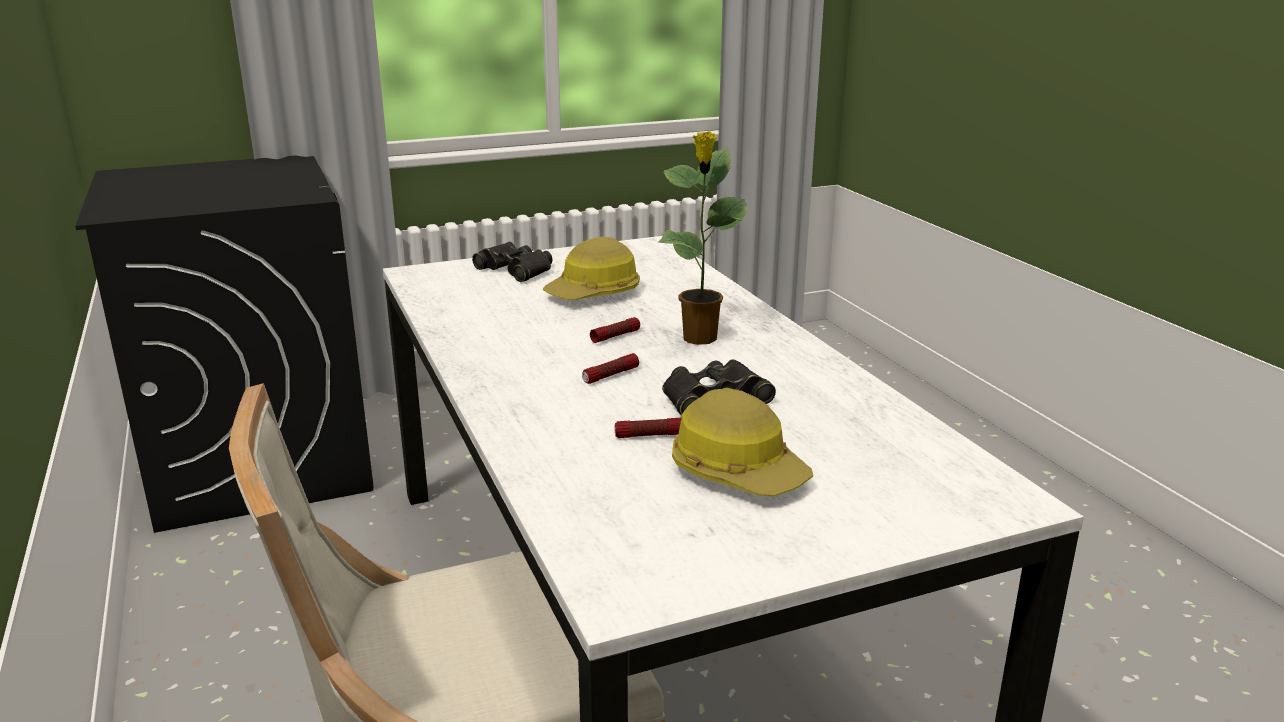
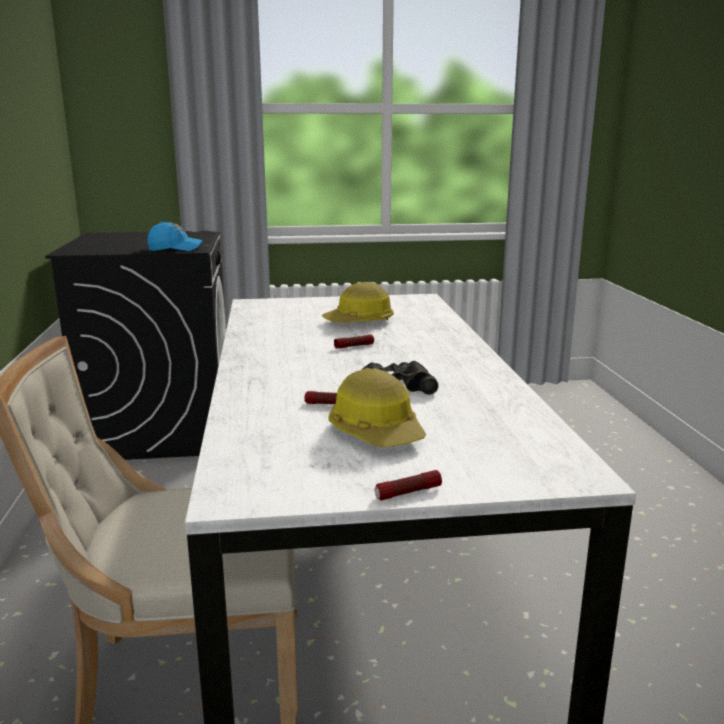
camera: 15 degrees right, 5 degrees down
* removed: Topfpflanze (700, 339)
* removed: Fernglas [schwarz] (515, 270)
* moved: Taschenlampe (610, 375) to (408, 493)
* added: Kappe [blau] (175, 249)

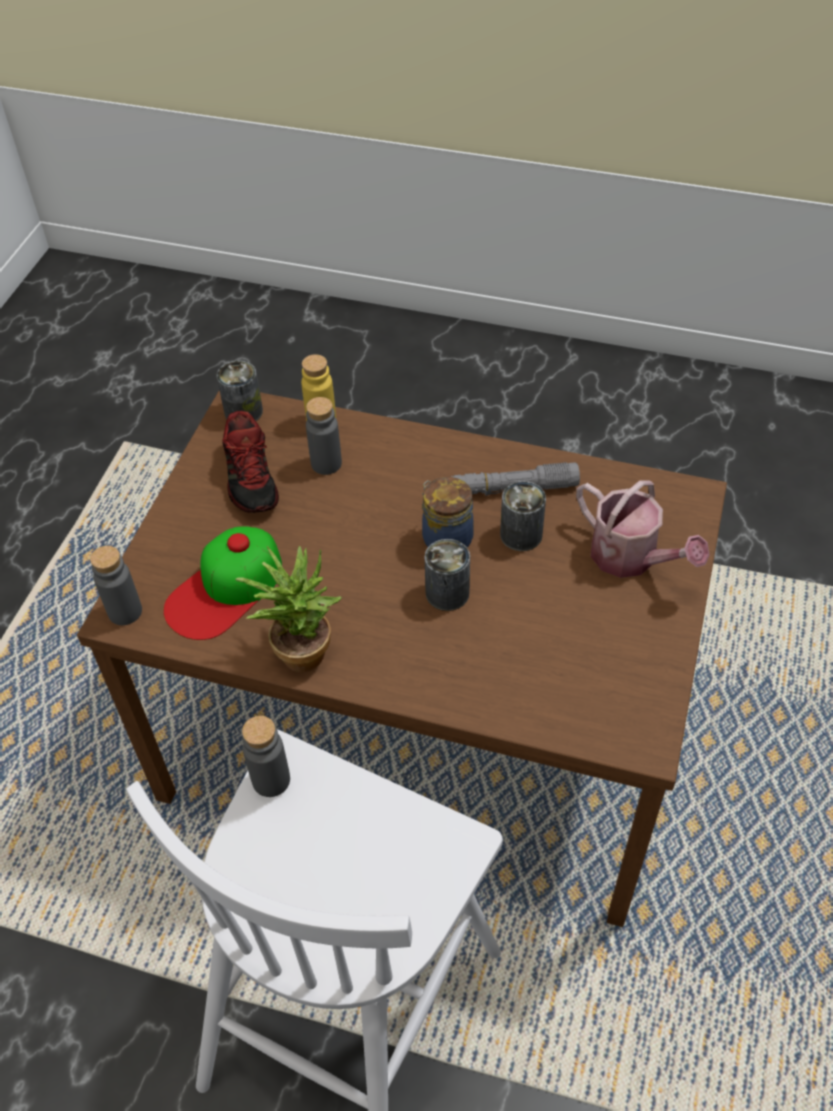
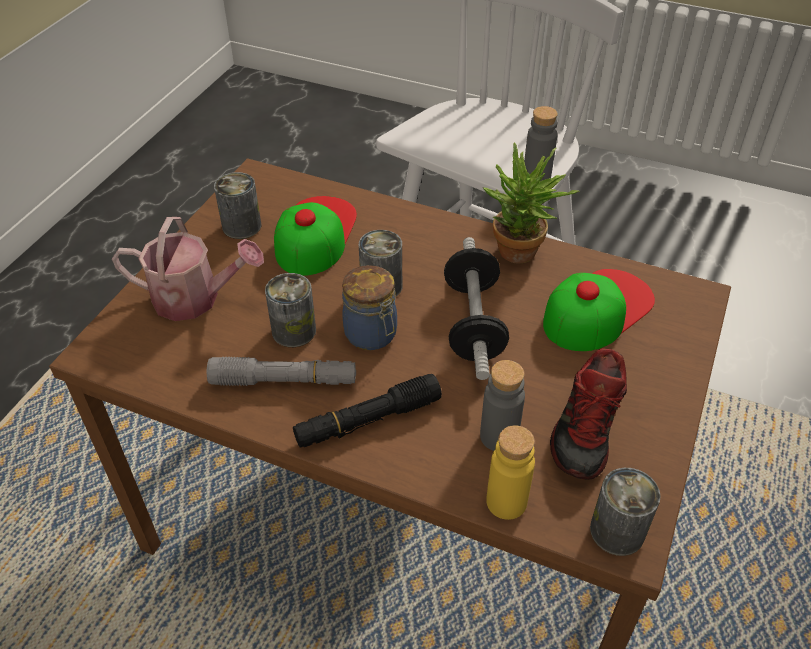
camera: 175 degrees left, 5 degrees down
* turned: Schuh (252, 477) = (589, 428) 150 degrees counterclockwise
* turned: Gießkanne (631, 558) = (195, 298) 135 degrees clockwise
* removed: Flasche [grau] (125, 611)
* added: Dose (242, 226)
* added: Kappe (315, 234)
* added: Hantel (473, 323)
* added: Taschenlampe [schwarz] (367, 420)

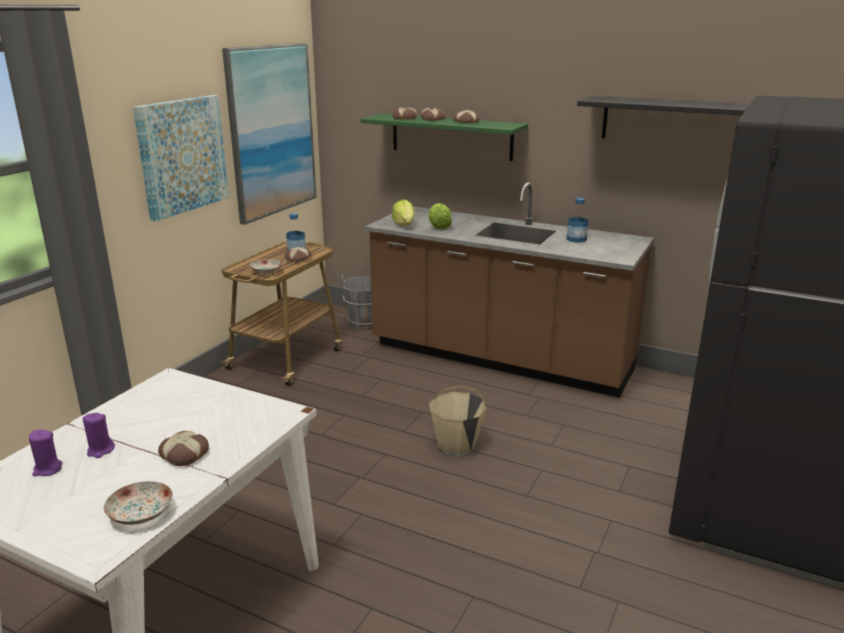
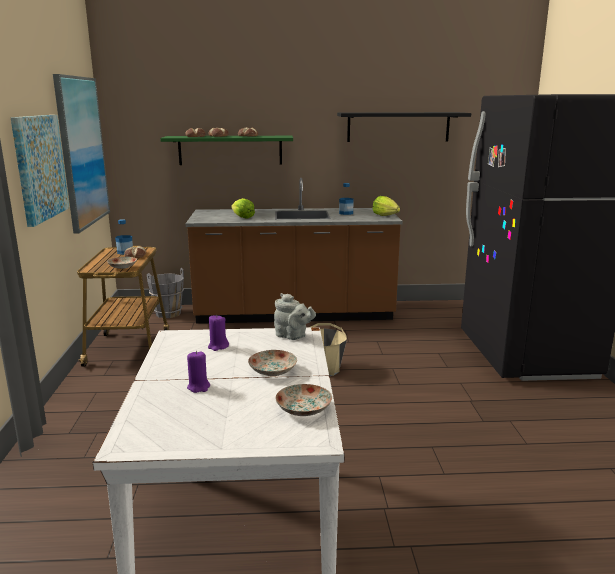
camera: 30 degrees left, 5 degrees down
* moved: Salatkopf (404, 225) to (385, 215)
* moved: Kerze [lila] (47, 469) to (218, 346)
* replaced: Brot (185, 453) to Teller (272, 371)
* added: Teekanne [grau] (293, 336)

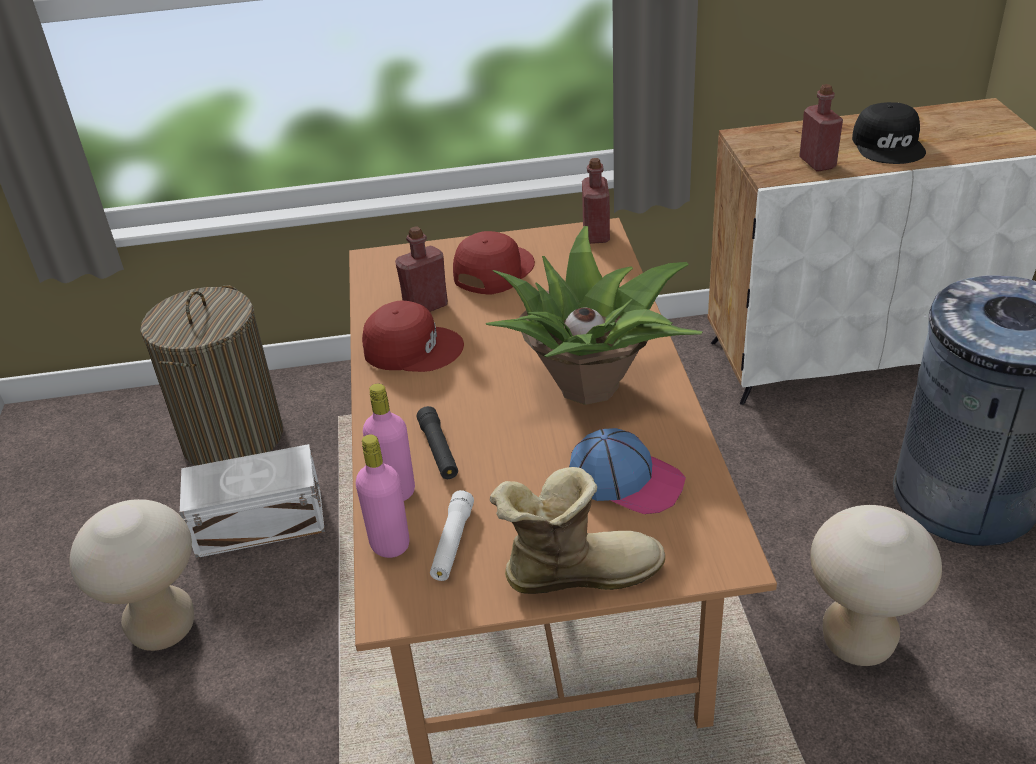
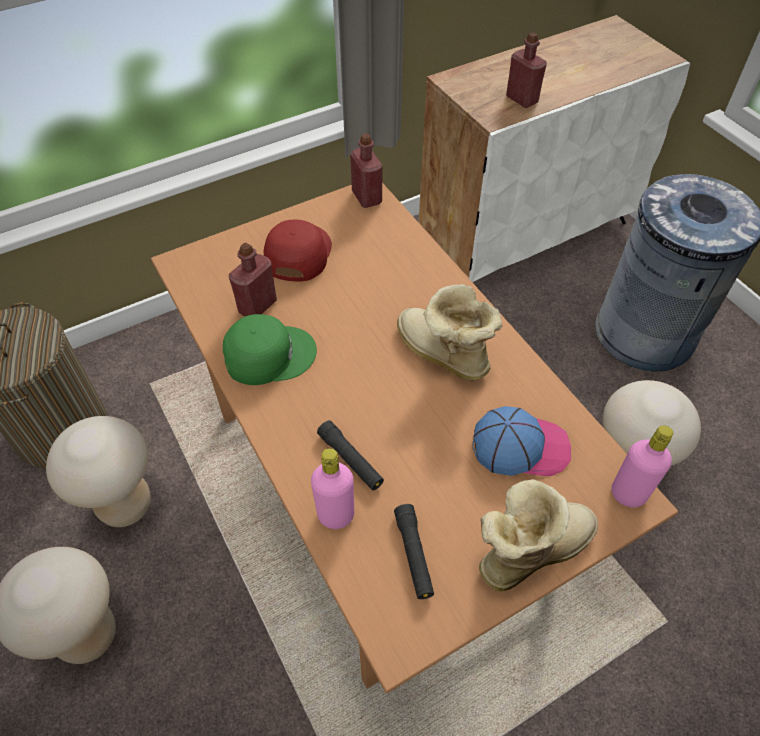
camera: 25 degrees left, 15 degrees up
* removed: Kappe [schwarz] (889, 145)
* replaced: Topfpflanze (591, 384) to Stiefel (442, 355)
* recoloured: Kappe [rot] (412, 347) to Kappe [grün] (269, 354)
* moved: Flasche [rosa] (390, 544) to (628, 494)
* replaced: Aufbewahrungsbox [weiß] (258, 521) to Hocker [beige] (125, 505)
* recoloured: Taschenlampe [weiß] (452, 543) to Taschenlampe [schwarz] (414, 555)

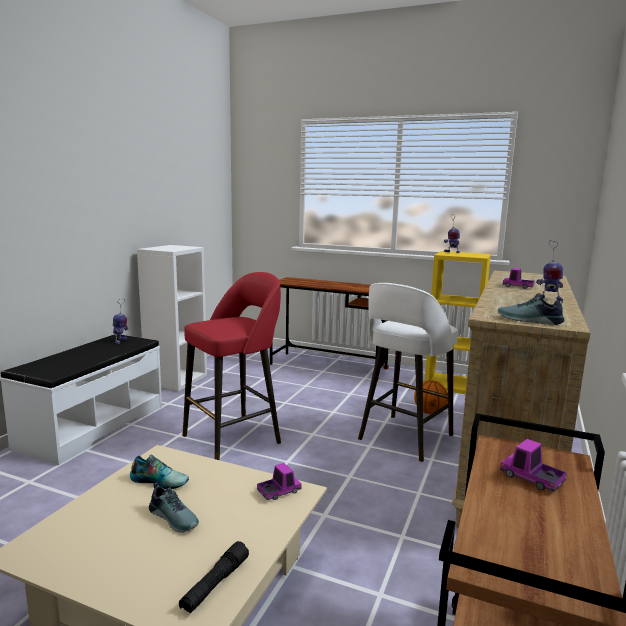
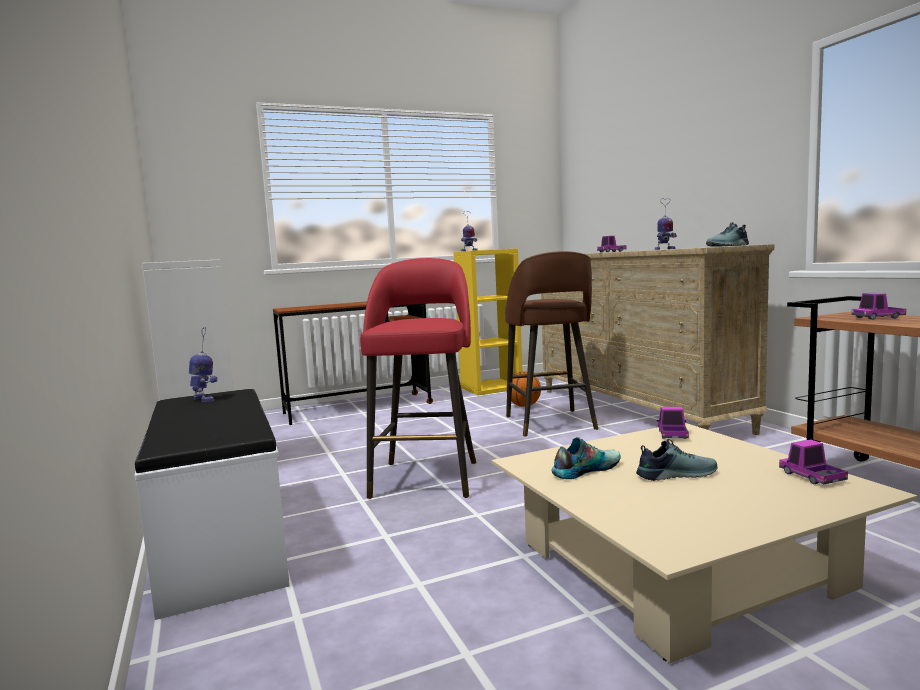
camera: 45 degrees left, 5 degrees down
* recoloured: Hocker [weiß] (404, 438) to Hocker [braun] (550, 423)
* replaced: Taschenlampe [schwarz] (215, 584) to Spielzeuglaster (812, 477)

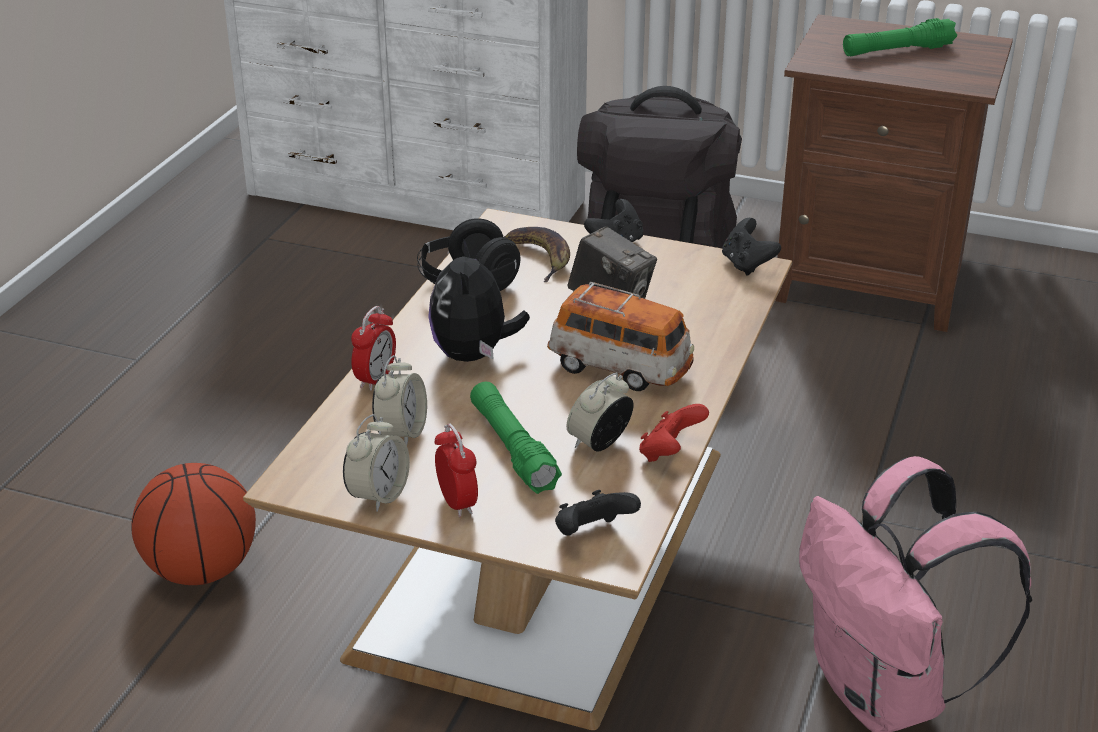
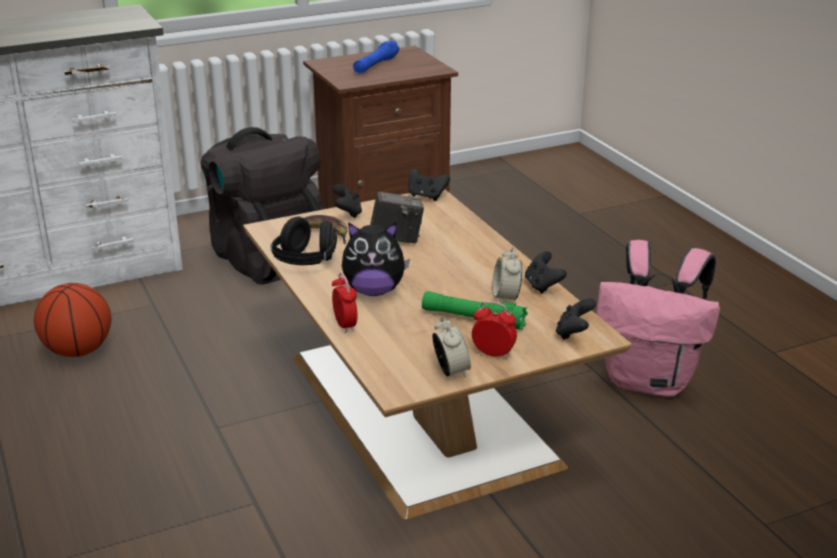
camera: 45 degrees left, 5 degrees down
* recoloured: Taschenlampe [grün] (897, 51) to Taschenlampe [blau] (376, 65)
* turned: Plüschtier (474, 355) = (374, 291) 45 degrees counterclockwise
* removed: Spielzeugauto (620, 368)
* removed: Wecker (401, 432)
* recoloured: Gamepad [rot] (670, 453) to Gamepad [schwarz] (542, 286)
* moved: Basketball (202, 570) to (78, 351)

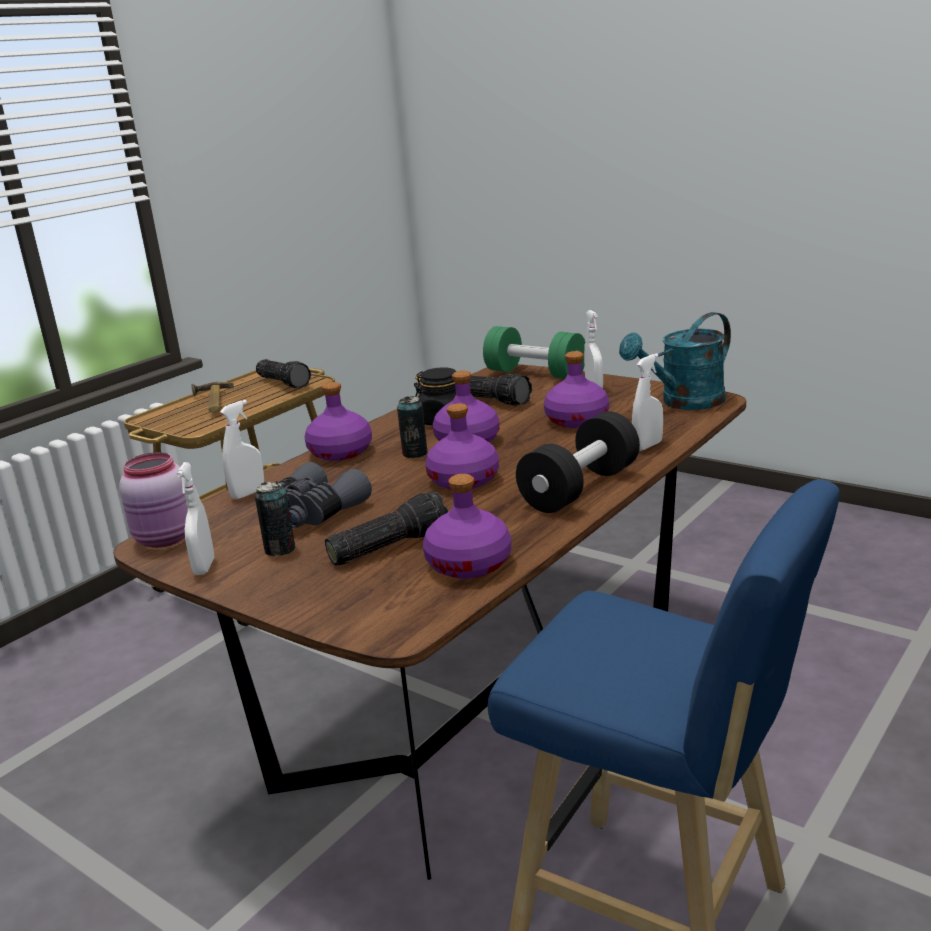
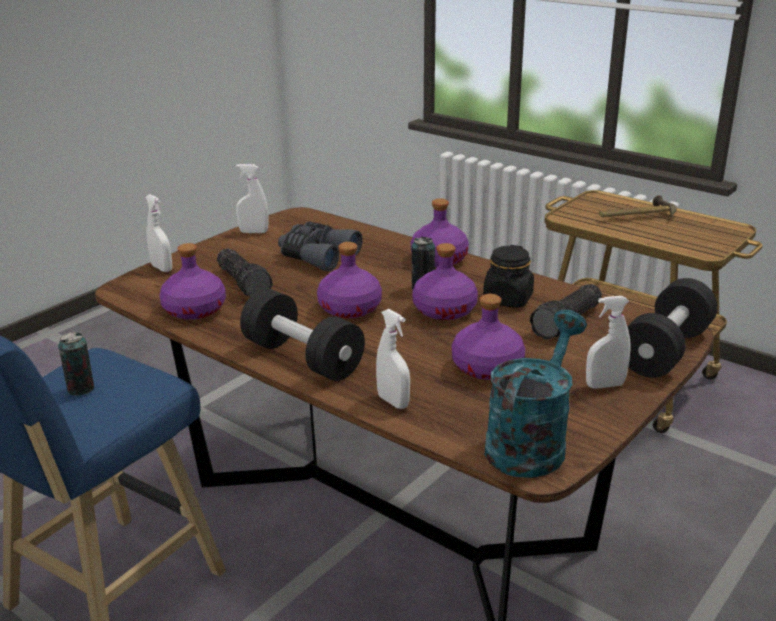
camera: 90 degrees right, 5 degrees up
* turned: Gießkanne [türkis] (684, 403) = (530, 442) 60 degrees clockwise
* recoloured: Hantel [grün] (535, 374) to Hantel [schwarz] (665, 351)
* removed: Taschenlampe (284, 382)
* moved: Sprühflasche [weiß] (248, 493) to (162, 268)
* removed: Vorratsglas [rosa] (166, 539)
* moved: Dose (280, 550) to (81, 389)

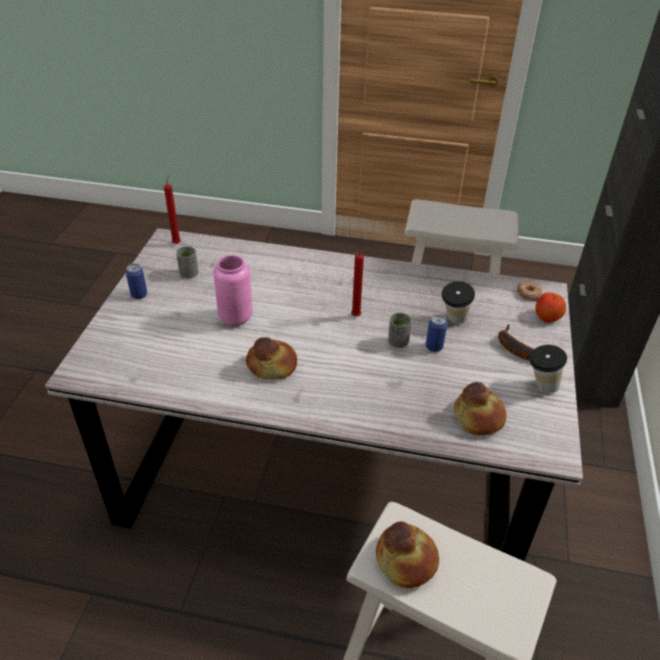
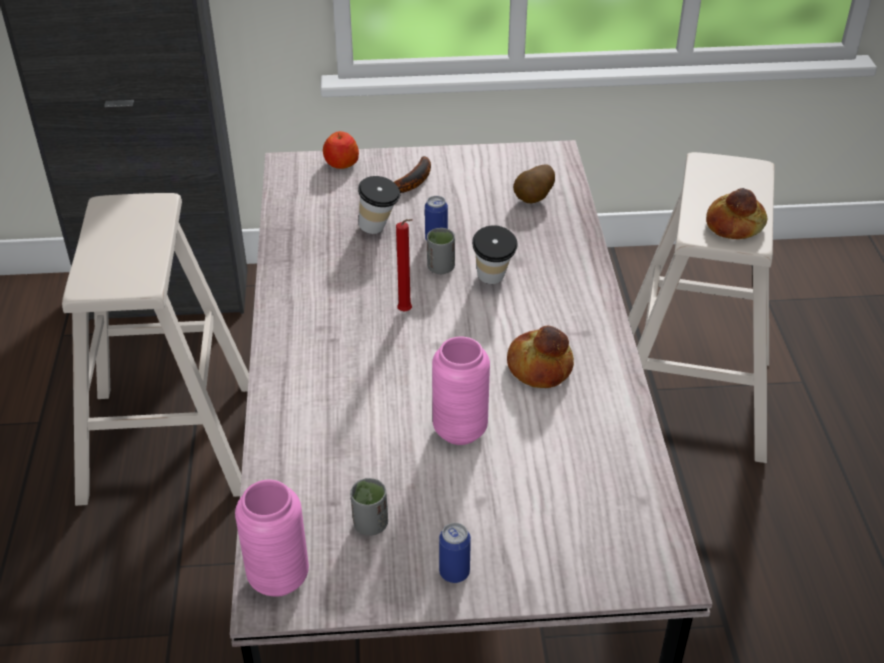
camera: 105 degrees left, 0 degrees up
* replaced: Kerze [rot] (177, 243) to Vase [rosa] (278, 577)
* removed: Donut (528, 293)
* moved: Tasse (540, 386) to (493, 282)
* replaced: Brot (479, 417) to Kartoffel (534, 199)

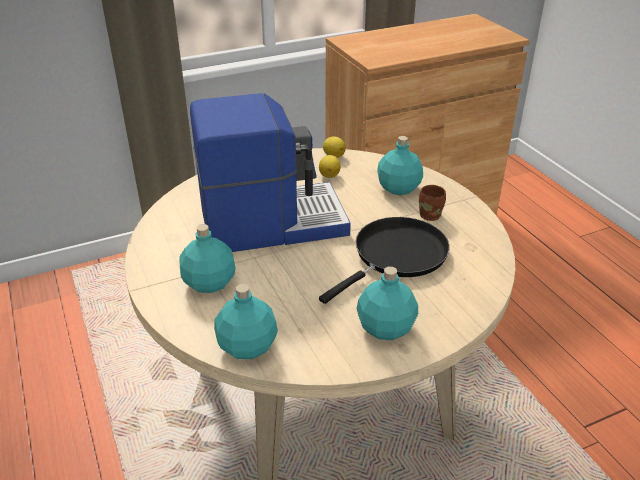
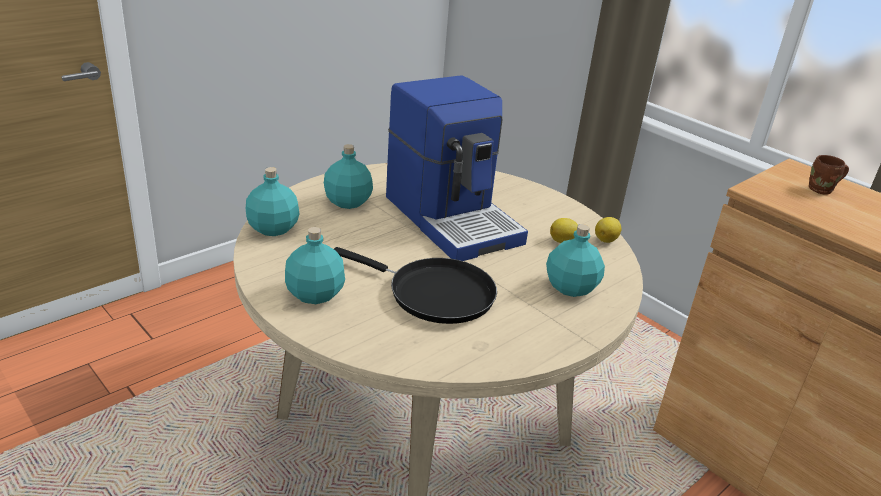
camera: 70 degrees right, 5 degrees down
* moved: Henkelbecher [braun] (431, 215) to (822, 190)

